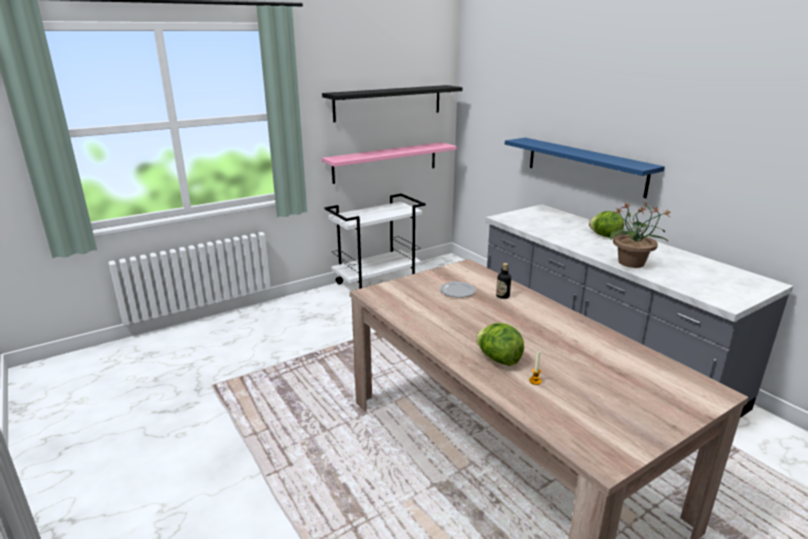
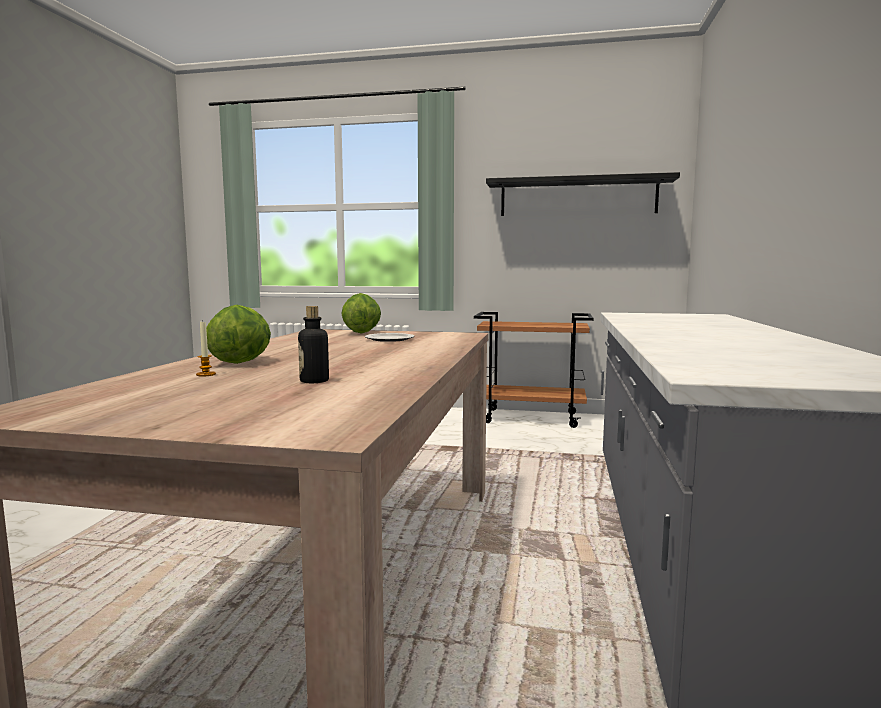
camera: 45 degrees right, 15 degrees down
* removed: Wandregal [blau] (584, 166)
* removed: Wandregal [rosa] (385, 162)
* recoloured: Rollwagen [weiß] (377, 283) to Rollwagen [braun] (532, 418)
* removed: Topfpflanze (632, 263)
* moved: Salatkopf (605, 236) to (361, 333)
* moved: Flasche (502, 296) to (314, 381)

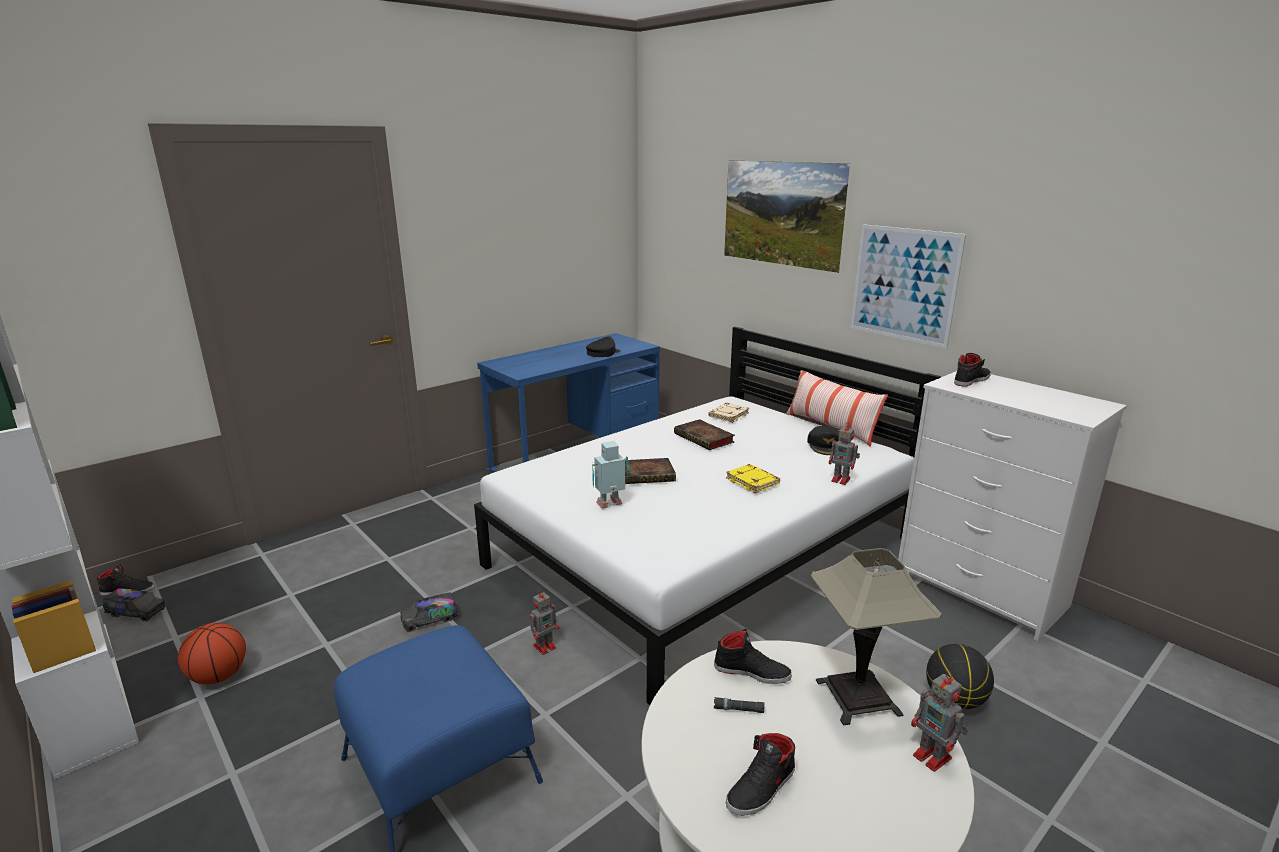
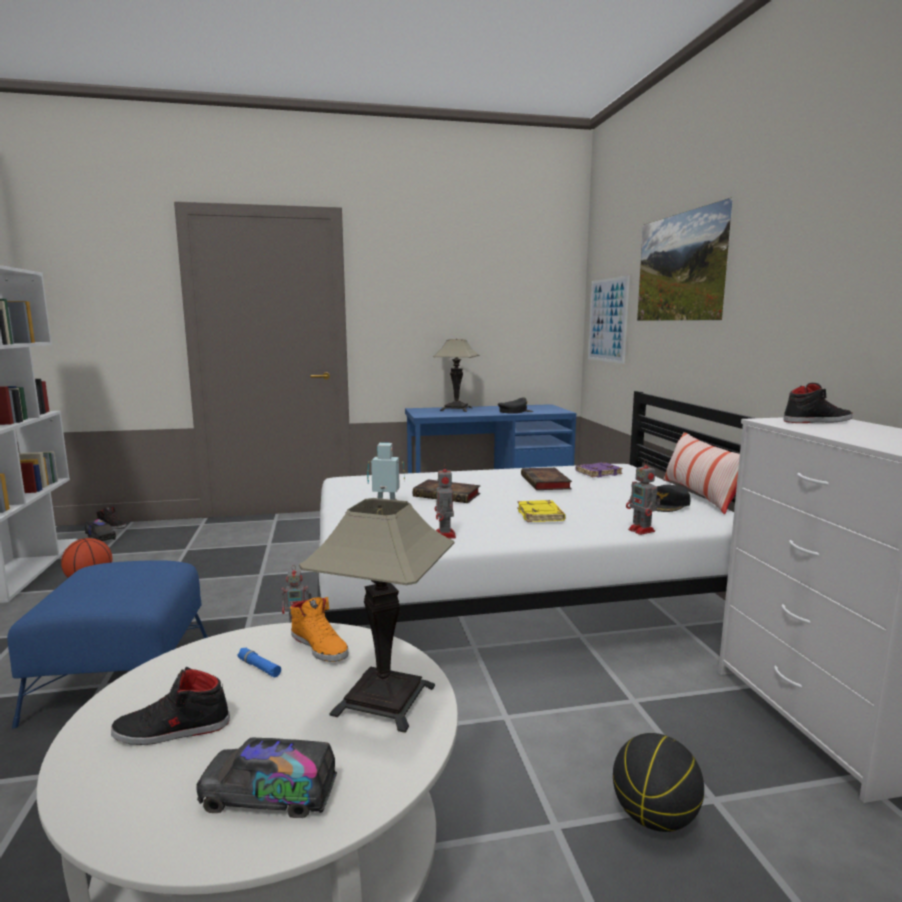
camera: 30 degrees right, 10 degrees down
* moved: Bild (904, 284) to (608, 320)
* recoloured: Buch [beige] (728, 415) to Buch [lila] (598, 473)
* moved: Spielzeuglaster (430, 620) to (269, 796)
* recoloured: Schuh [schwarz] (752, 671) to Schuh [orange] (320, 646)
* moved: Spielzeugroboter (934, 758) to (445, 536)
* recoloured: Taschenlampe [schwarz] (738, 709) to Taschenlampe [blau] (259, 667)
* added: Tischlampe (456, 409)

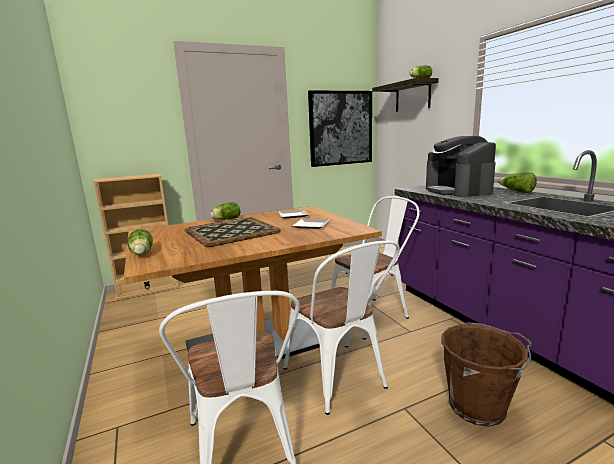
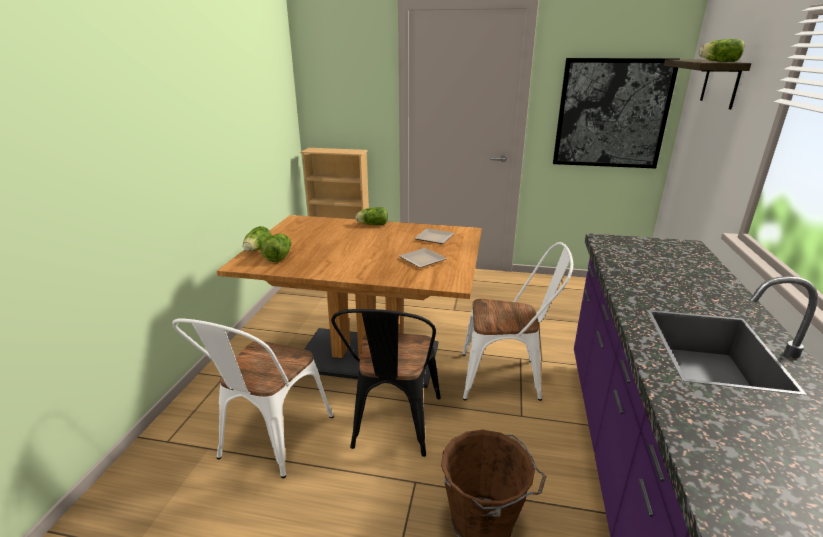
camera: 35 degrees right, 10 degrees up
* removed: Kaffeemaschine (458, 191)
* moved: Salatkopf (516, 191) to (278, 256)
* removed: Tablett (232, 231)
* recoloured: Stuhl [weiß] (340, 381) to Stuhl [schwarz] (393, 427)

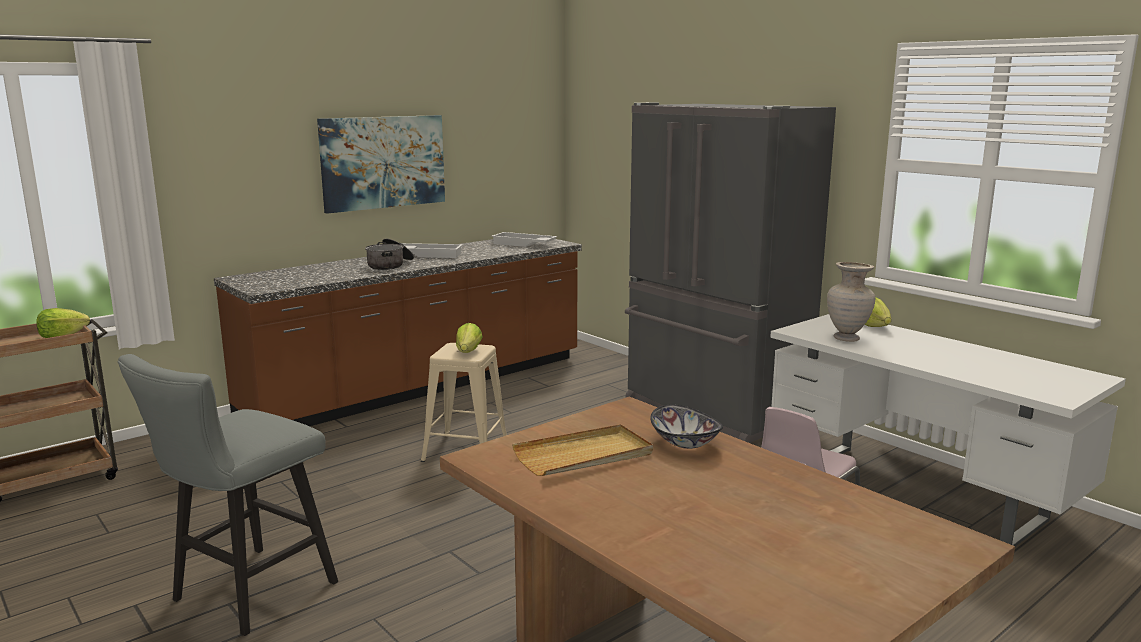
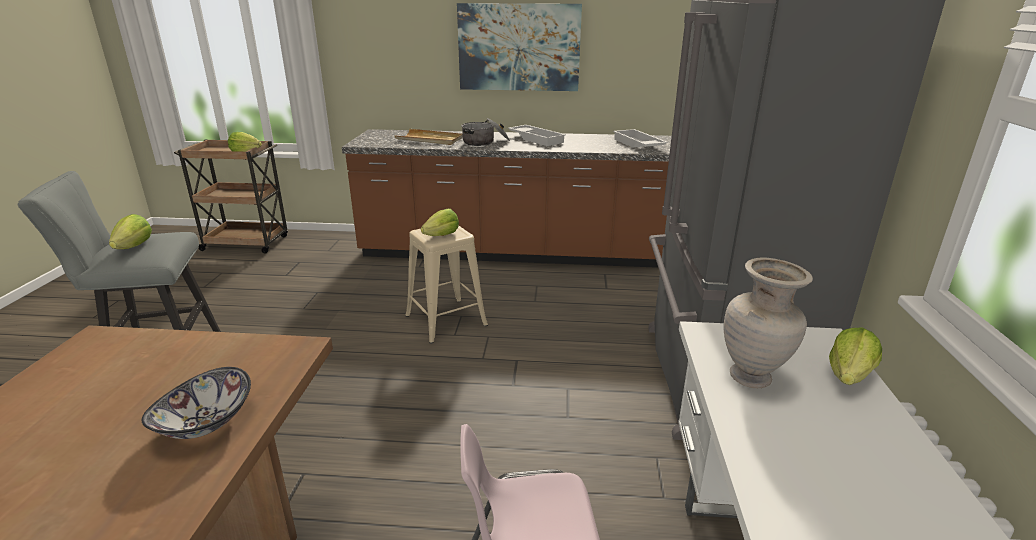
camera: 45 degrees right, 10 degrees up
* moved: Tablett [beige] (584, 455) to (430, 139)
* added: Salatkopf (134, 247)

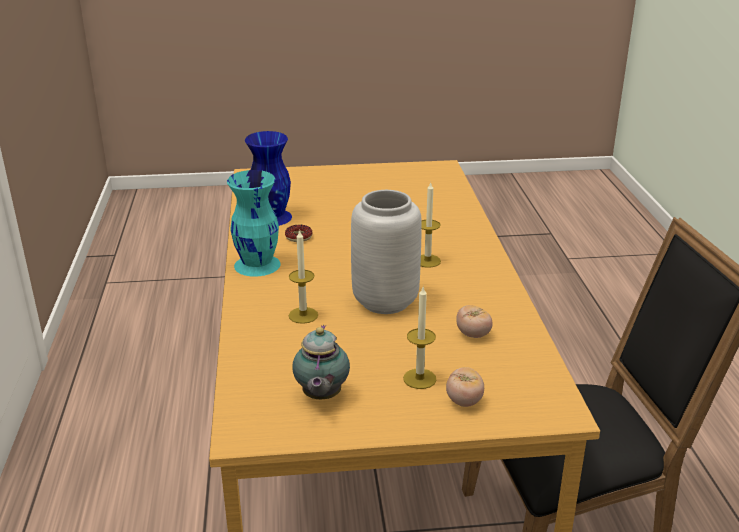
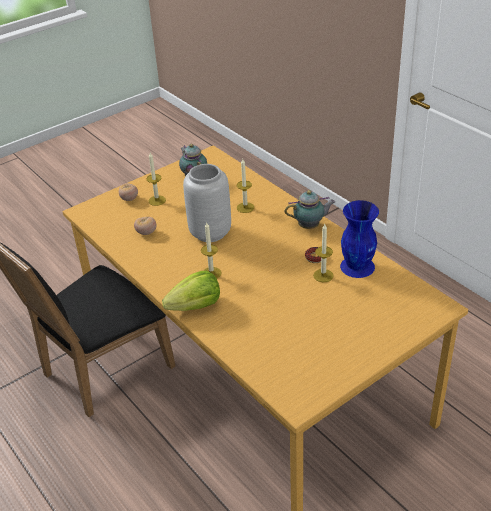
camera: 150 degrees right, 10 degrees up
* replaced: Vase [türkis] (258, 265) to Teekanne (310, 226)
* added: Kerze (323, 275)
* added: Salatkopf (196, 306)

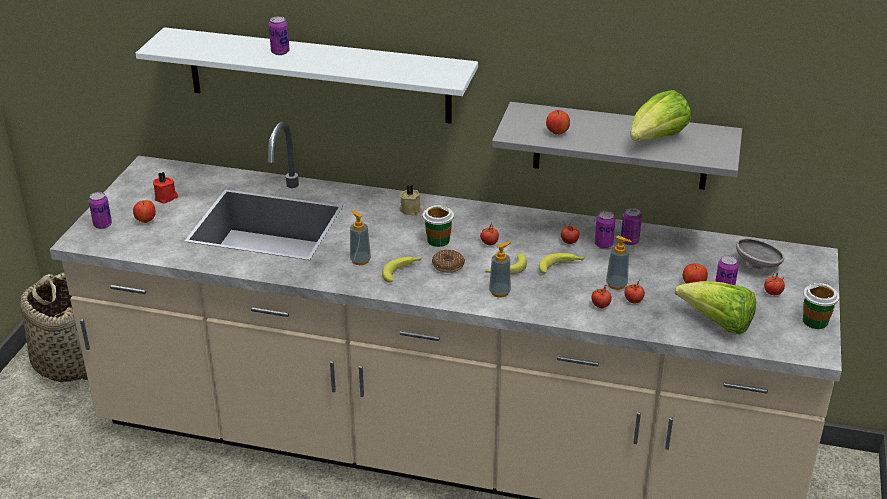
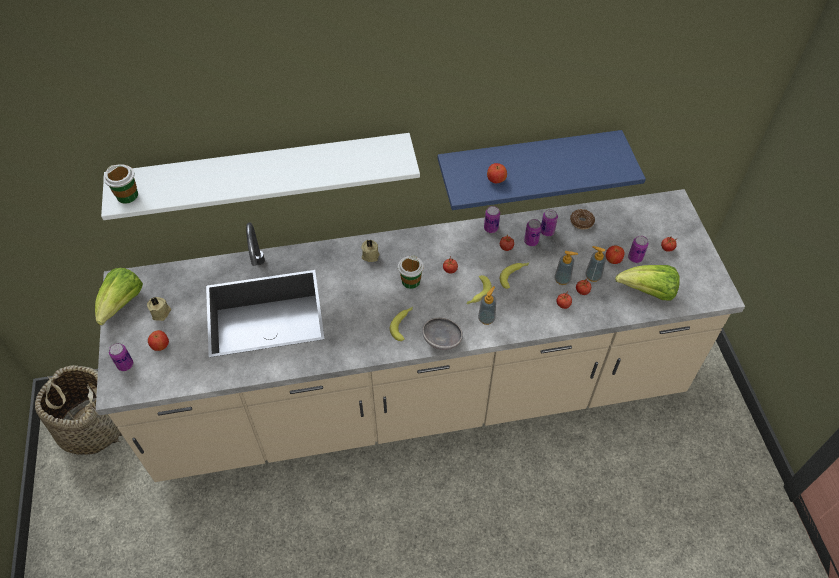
camera: 25 degrees left, 20 degrees up
* moved: Dose (280, 52) to (491, 228)
* moved: Salatkopf (656, 140) to (122, 304)
* recoloured: Wandregal [grau] (620, 146) to Wandregal [blau] (527, 163)
* recoloured: Kerze [rot] (166, 197) to Kerze [beige] (161, 313)
* moved: Seifenspender (360, 260) to (593, 276)
* moved: Schüssel [grau] (758, 265) to (442, 340)
* moved: Donut (448, 266) to (581, 222)
* moved: Tasse (815, 321) to (127, 195)

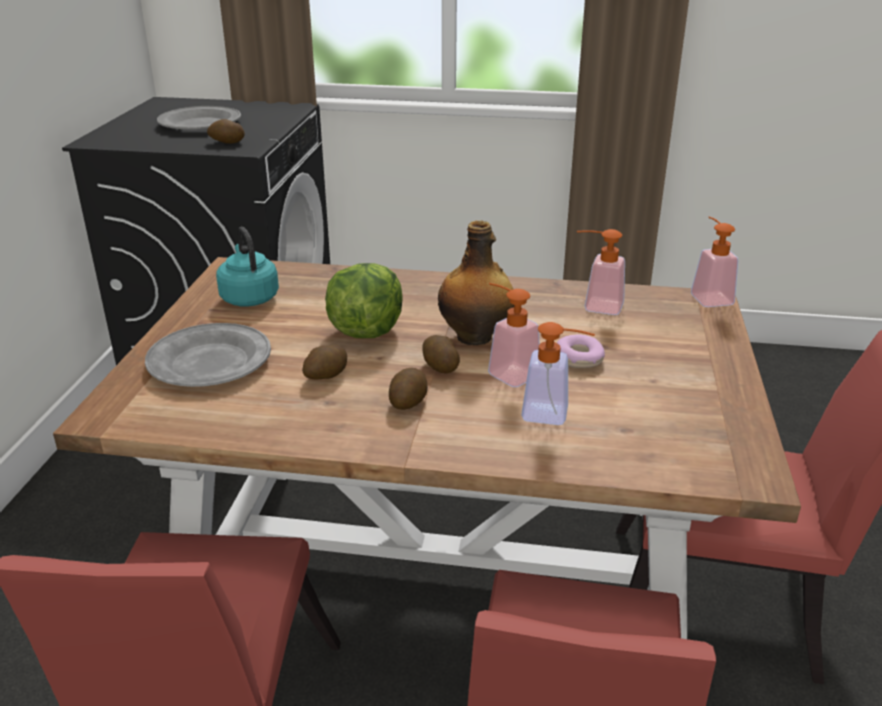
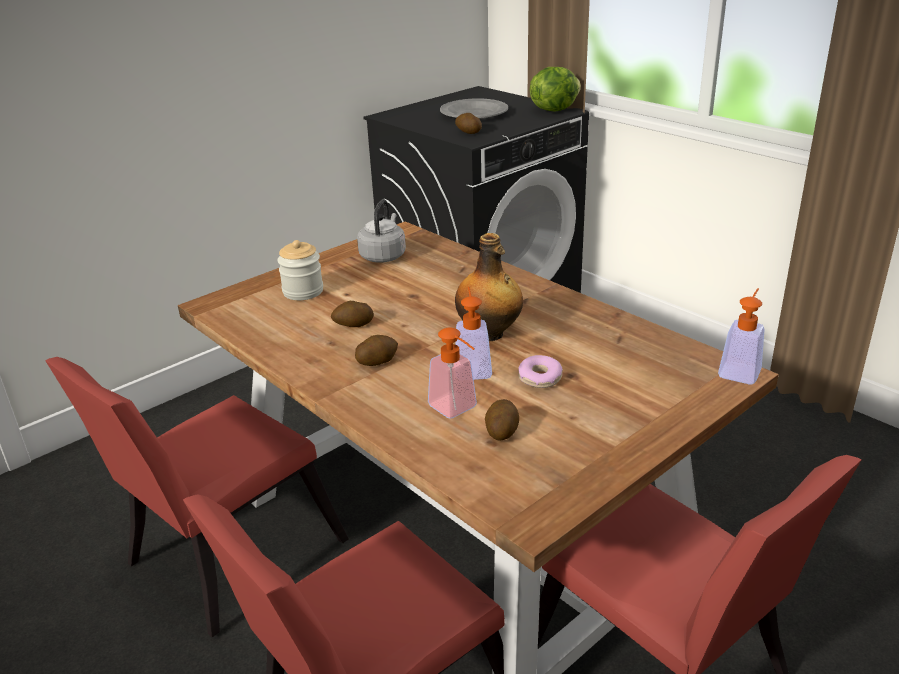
camera: 40 degrees right, 0 degrees up
* recoloured: Wasserkessel [türkis] (249, 297) to Wasserkessel [grau] (383, 255)
* removed: Seifenspender (596, 306)
* moved: Salatkopf (366, 330) to (553, 109)
* replaced: Teller [grau] (209, 362) to Vorratsglas (303, 291)
* moved: Kartoffel (440, 366) to (501, 431)

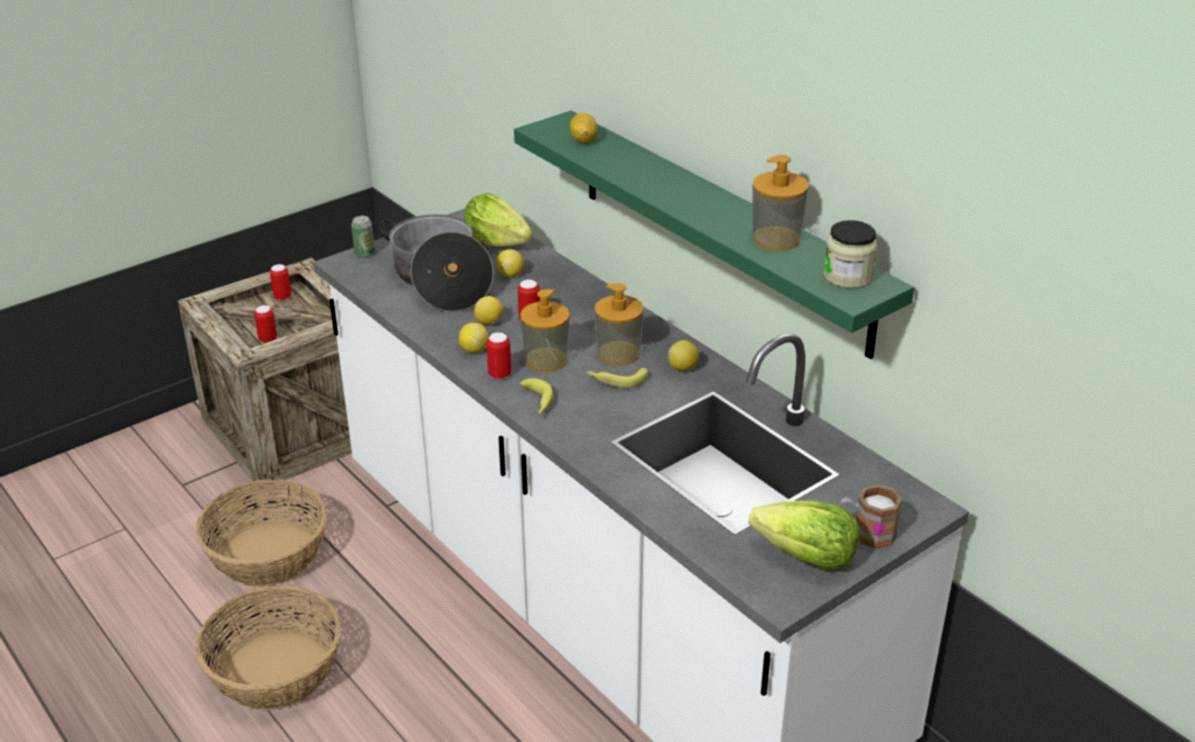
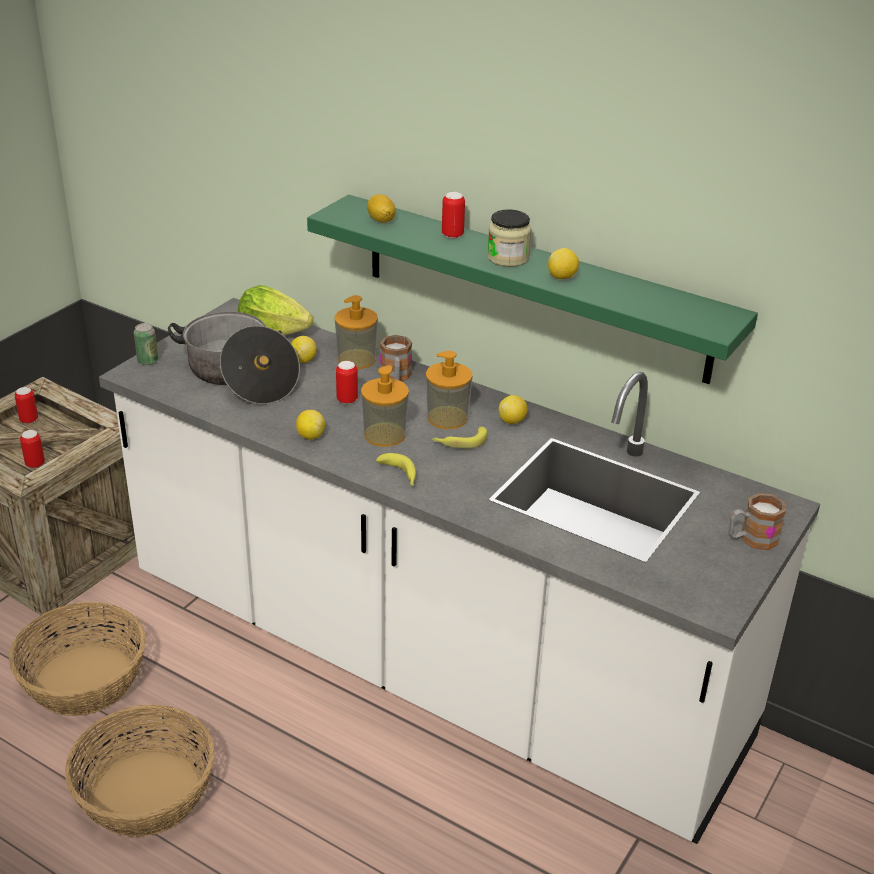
camera: 20 degrees left, 0 degrees up
* moved: Seifenspender (776, 239) to (356, 359)
* moved: Vorratsglas (848, 276) to (508, 258)
* moved: Zitrone (489, 322) to (562, 278)
* moved: Dose (499, 374) to (452, 235)
* removed: Salatkopf (806, 558)
* added: Henkelbecher (396, 377)

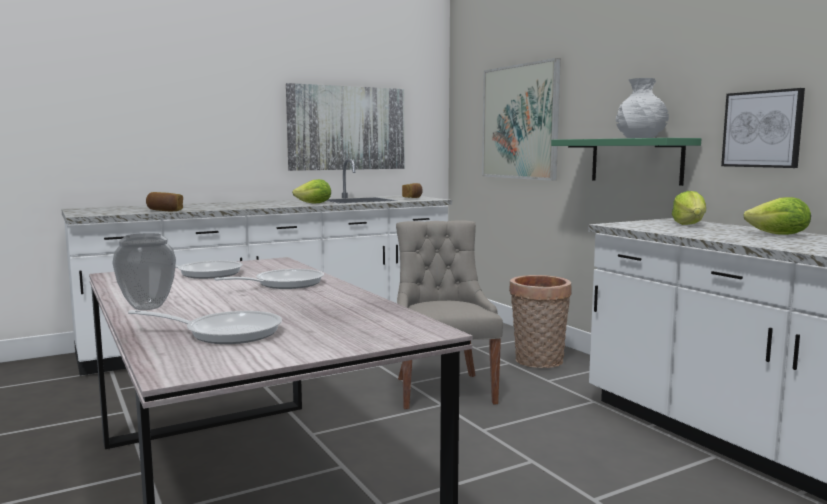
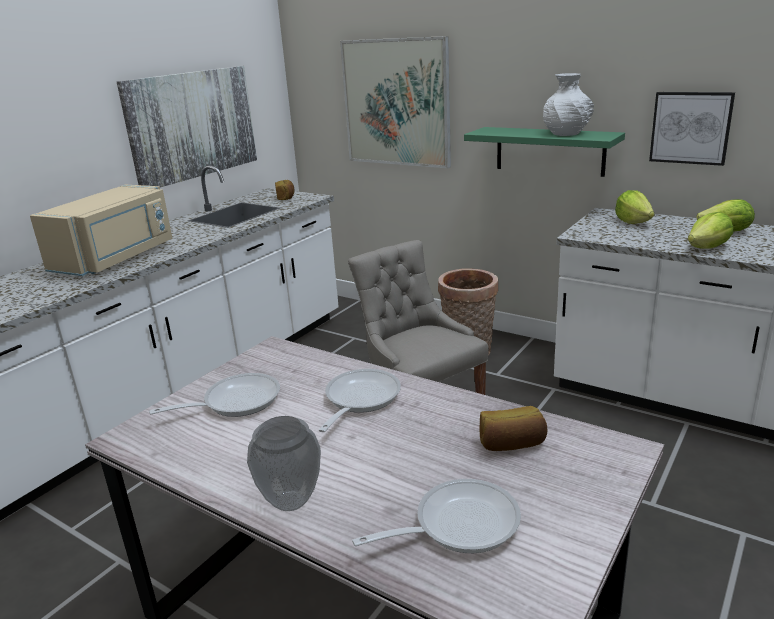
camera: 25 degrees left, 15 degrees up
* moved: Salatkopf (314, 203) to (708, 248)
* moved: Brot (165, 210) to (512, 444)
* added: Mikrowelle [beige] (117, 258)

